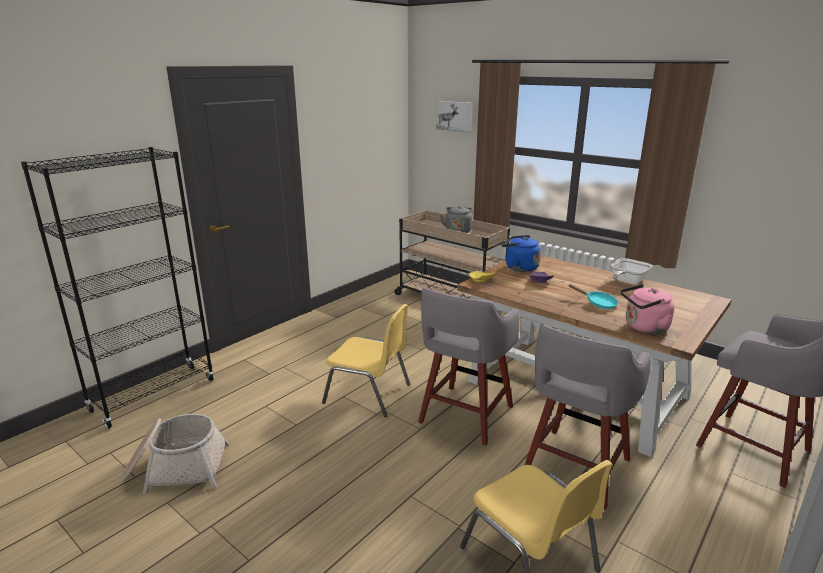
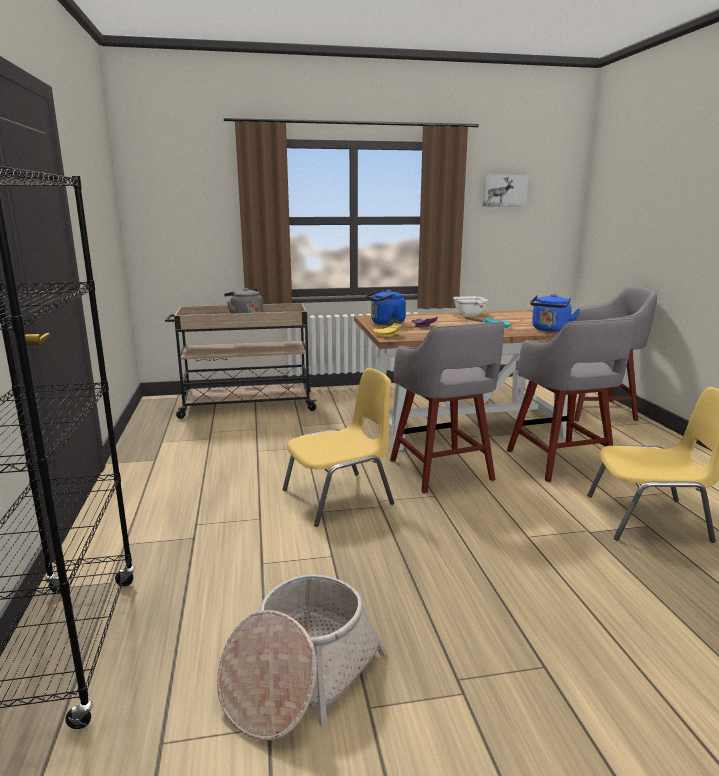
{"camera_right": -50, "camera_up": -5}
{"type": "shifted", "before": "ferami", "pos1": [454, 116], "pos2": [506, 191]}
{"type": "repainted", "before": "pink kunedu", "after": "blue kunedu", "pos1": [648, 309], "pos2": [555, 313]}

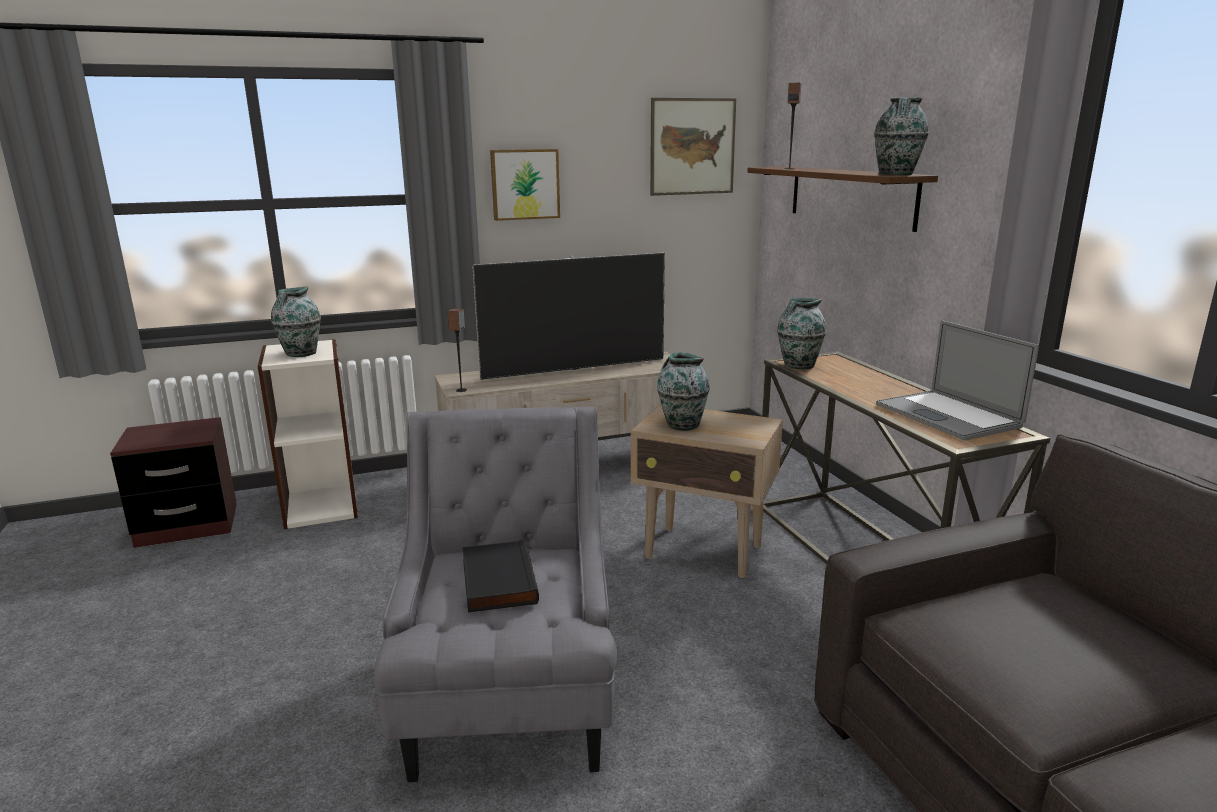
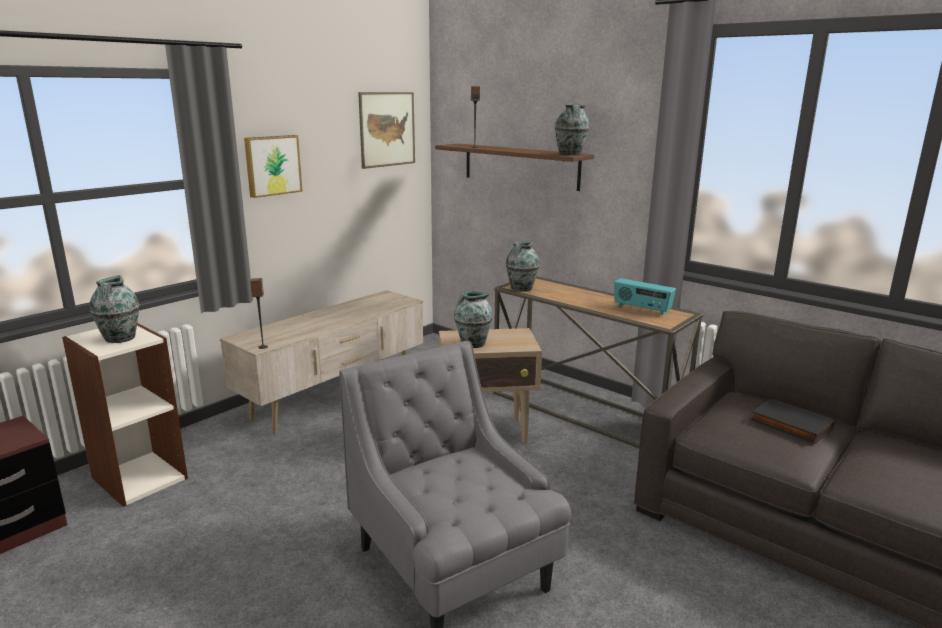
{"camera_right": -30, "camera_up": 0}
{"type": "swapped", "before": "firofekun", "after": "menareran", "pos1": [957, 380], "pos2": [645, 296]}
{"type": "shifted", "before": "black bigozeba", "pos1": [500, 576], "pos2": [793, 421]}
{"type": "gone", "before": "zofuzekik", "pos1": [568, 316]}

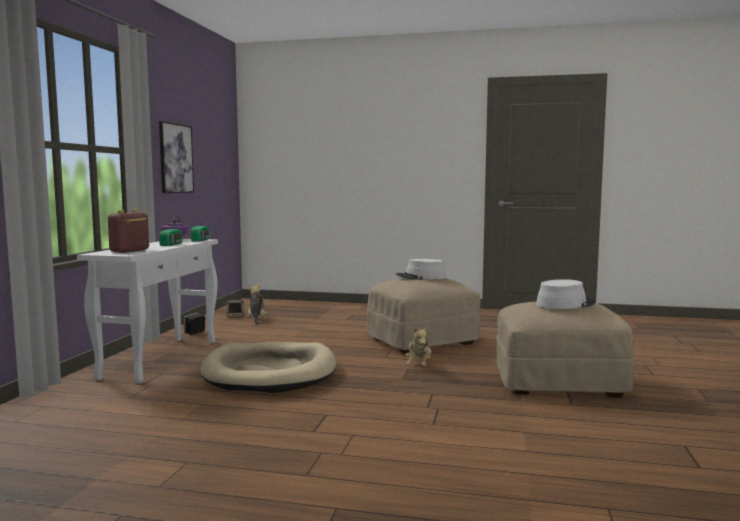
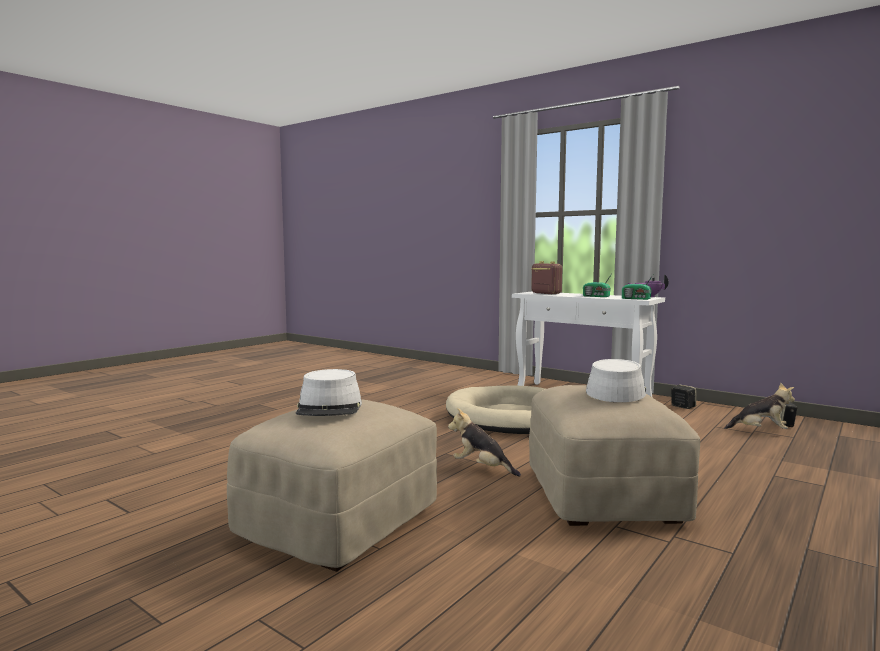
{"camera_right": 115, "camera_up": 0}
{"type": "gone", "before": "ferami", "pos1": [176, 157]}

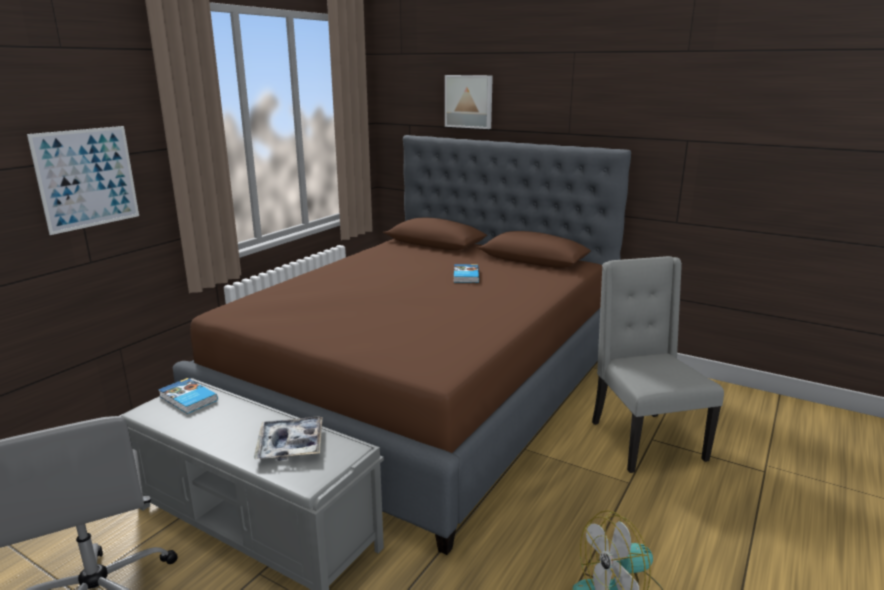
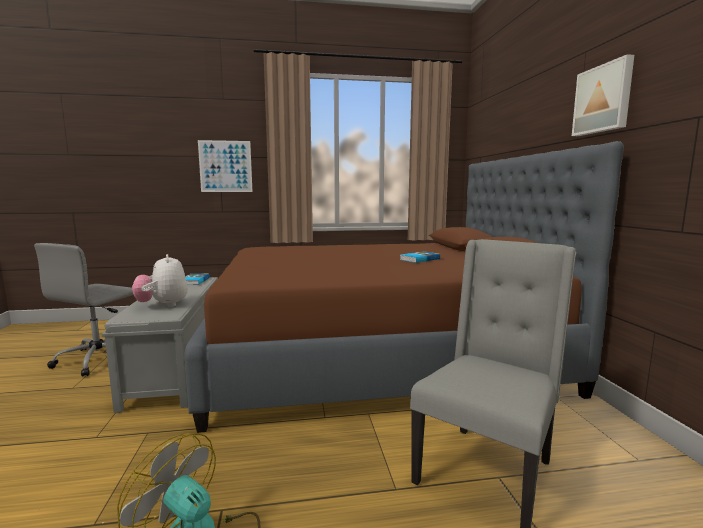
{"camera_right": 50, "camera_up": -10}
{"type": "swapped", "before": "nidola", "after": "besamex", "pos1": [288, 439], "pos2": [160, 280]}
{"type": "shifted", "before": "ferami", "pos1": [469, 102], "pos2": [603, 95]}

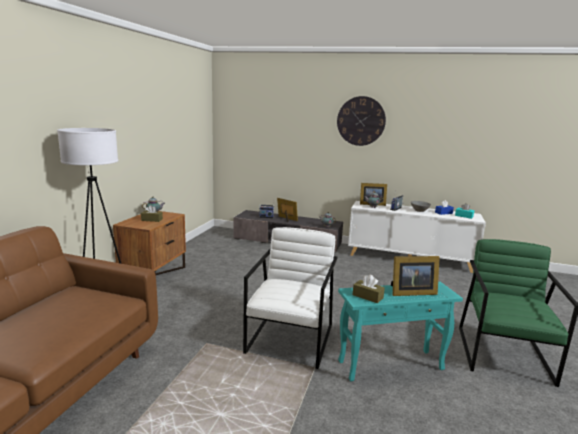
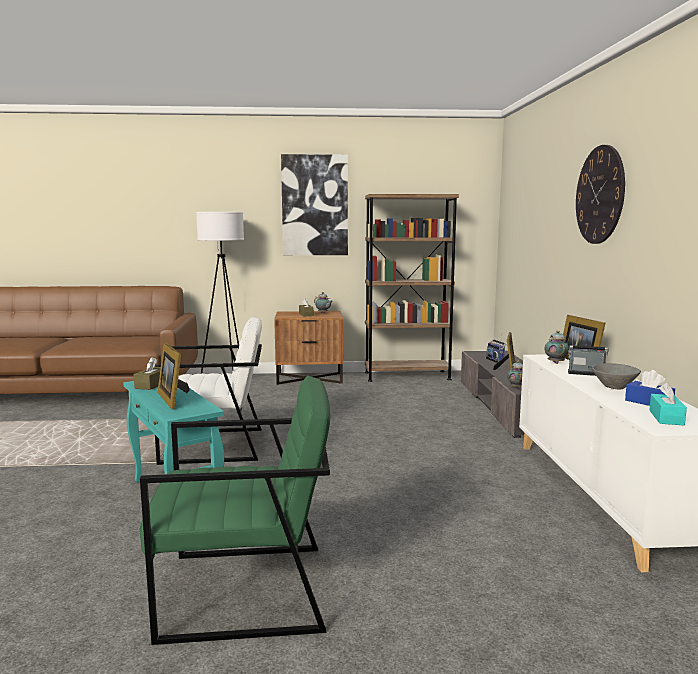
{"camera_right": 70, "camera_up": -5}
{"type": "new", "after": "ferami", "pos2": [314, 204]}
{"type": "new", "after": "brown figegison", "pos2": [412, 288]}

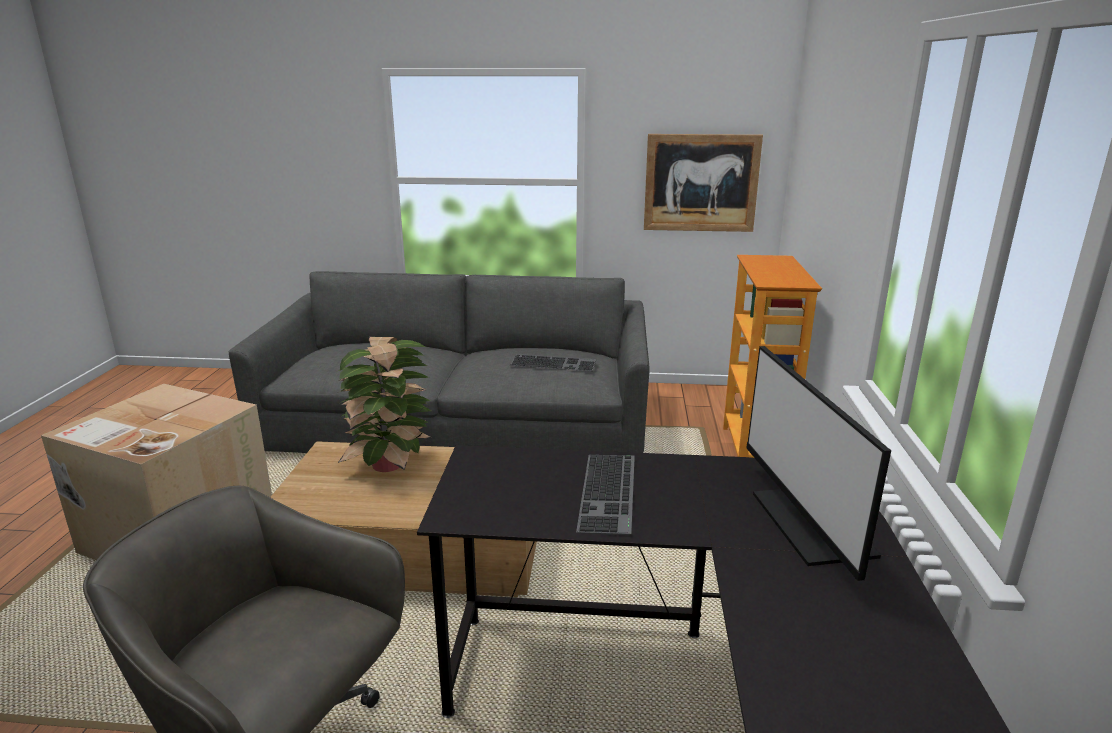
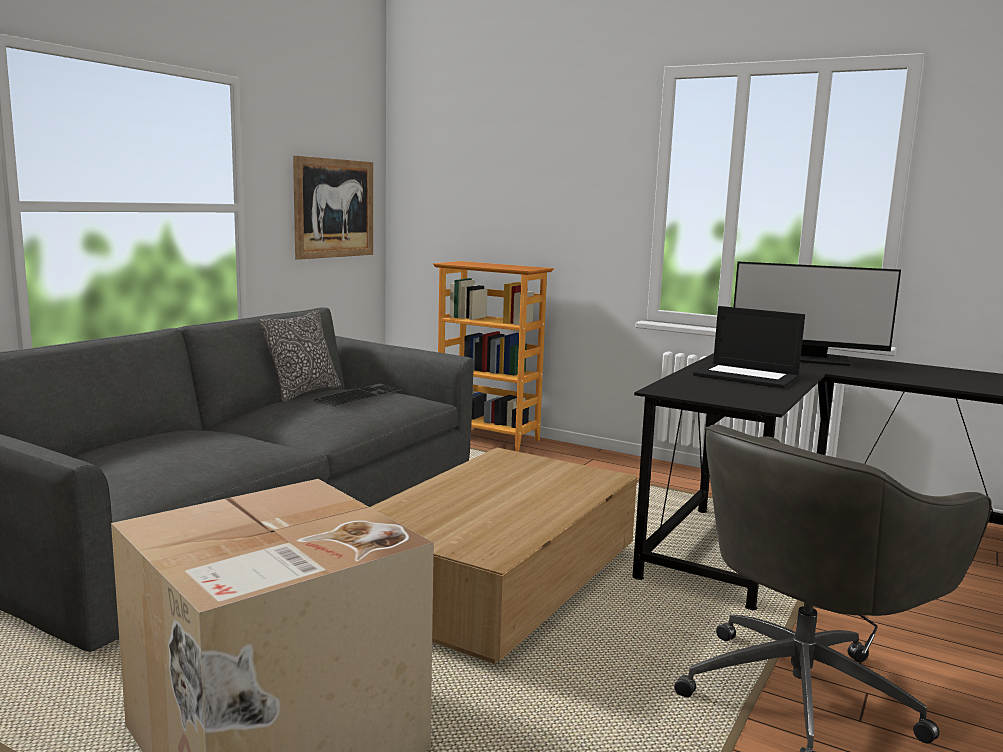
{"camera_right": -65, "camera_up": -10}
{"type": "new", "after": "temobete", "pos2": [300, 356]}
{"type": "swapped", "before": "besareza", "after": "firofekun", "pos1": [605, 495], "pos2": [749, 347]}
{"type": "gone", "before": "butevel", "pos1": [385, 404]}

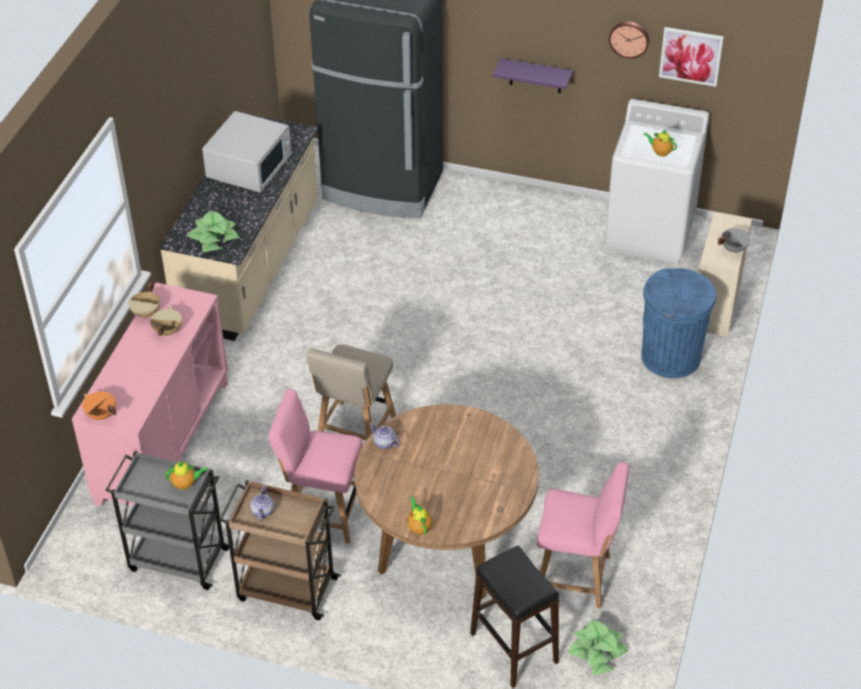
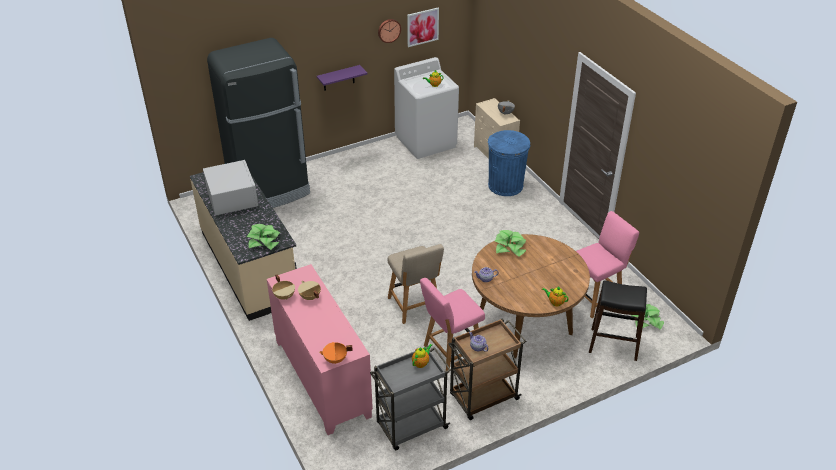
{"camera_right": -45, "camera_up": -5}
{"type": "new", "after": "butevel", "pos2": [510, 243]}

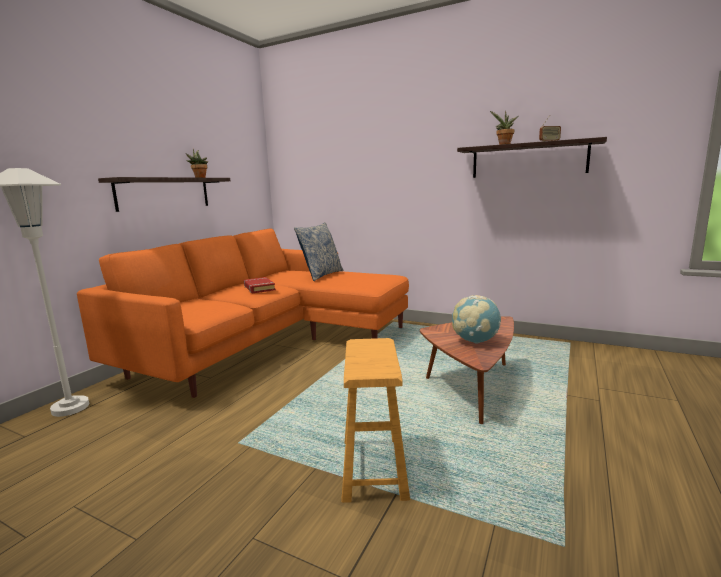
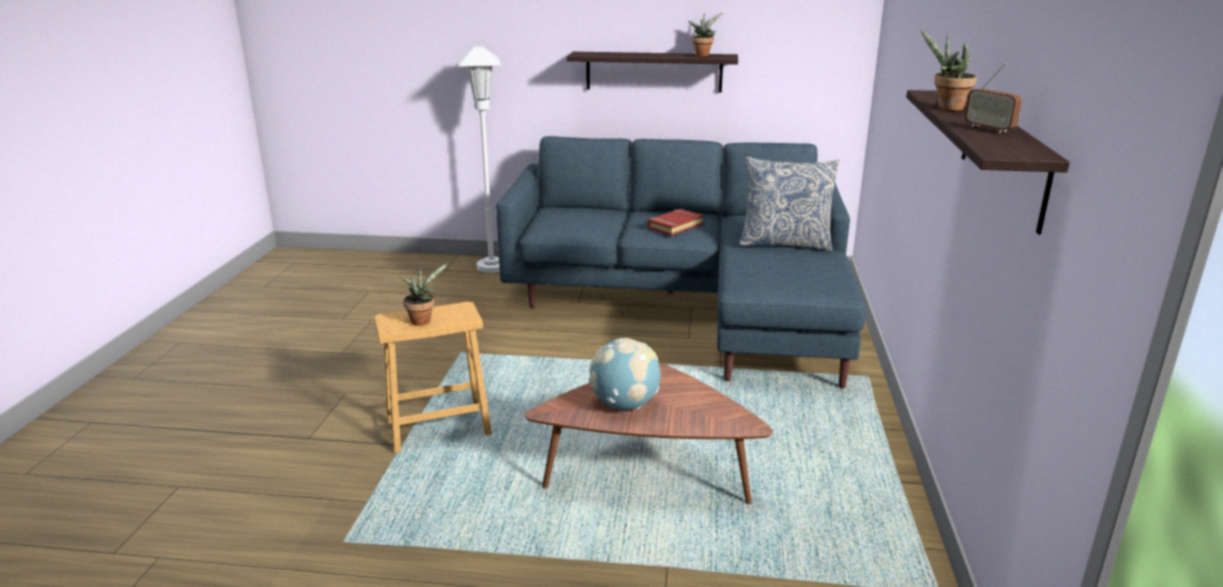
{"camera_right": 70, "camera_up": 10}
{"type": "new", "after": "butevel", "pos2": [424, 294]}
{"type": "repainted", "before": "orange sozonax", "after": "blue sozonax", "pos1": [243, 313], "pos2": [681, 262]}

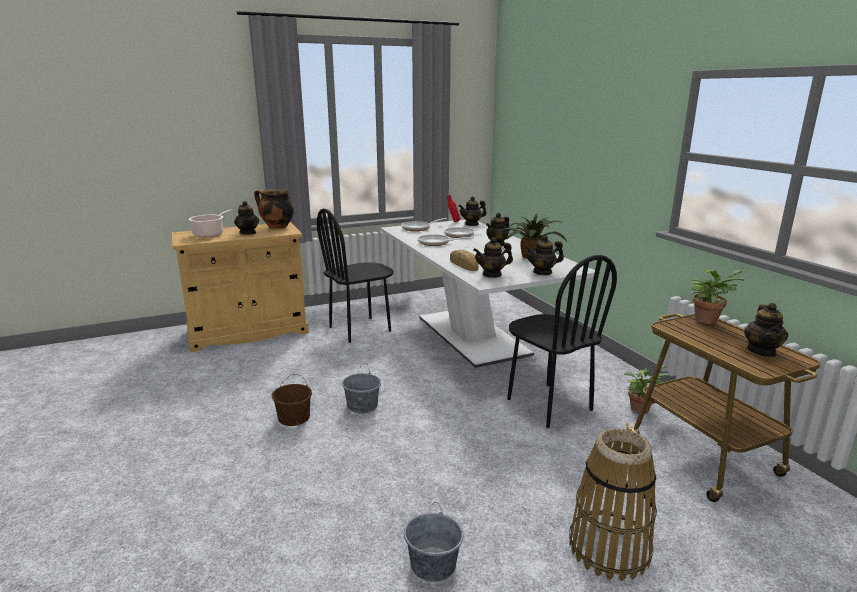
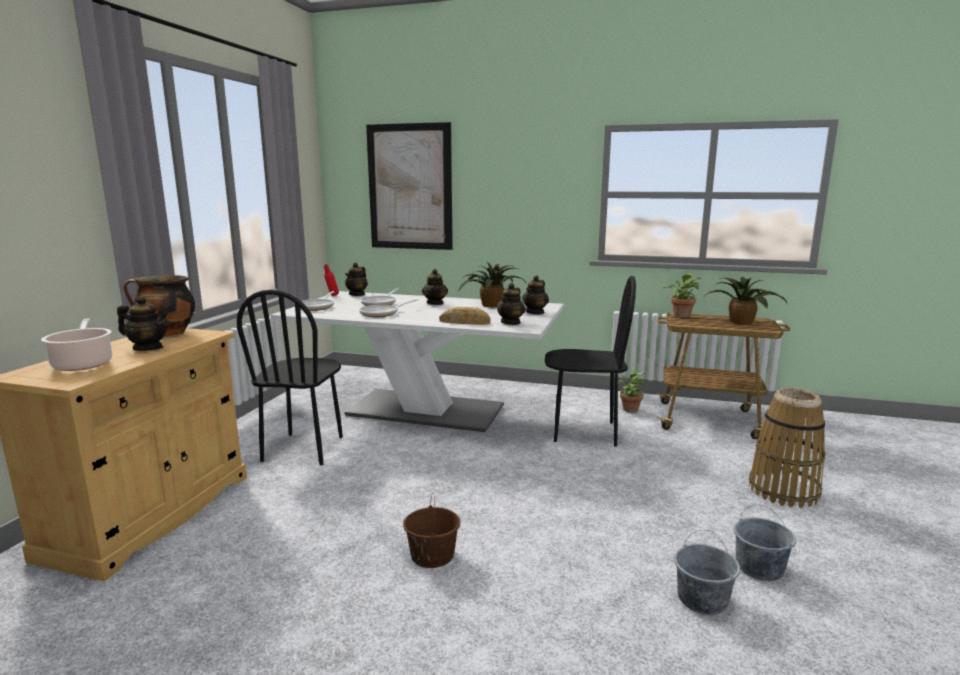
{"camera_right": -50, "camera_up": -5}
{"type": "new", "after": "ferami", "pos2": [409, 186]}
{"type": "shifted", "before": "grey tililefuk", "pos1": [361, 389], "pos2": [707, 572]}
{"type": "swapped", "before": "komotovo", "after": "butevel", "pos1": [766, 330], "pos2": [746, 301]}

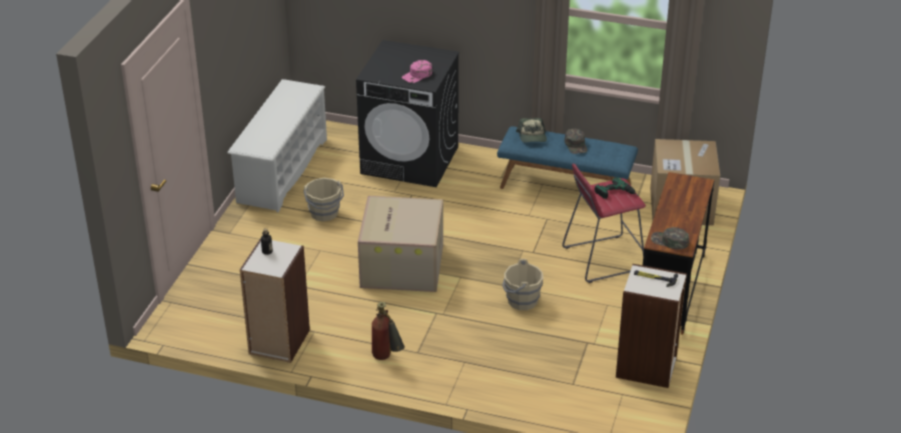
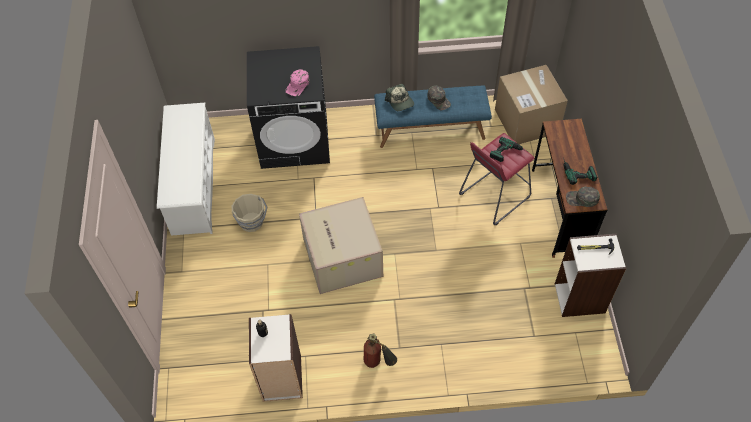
{"camera_right": -20, "camera_up": 20}
{"type": "new", "after": "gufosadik", "pos2": [580, 171]}
{"type": "gone", "before": "beige tililefuk", "pos1": [522, 284]}

